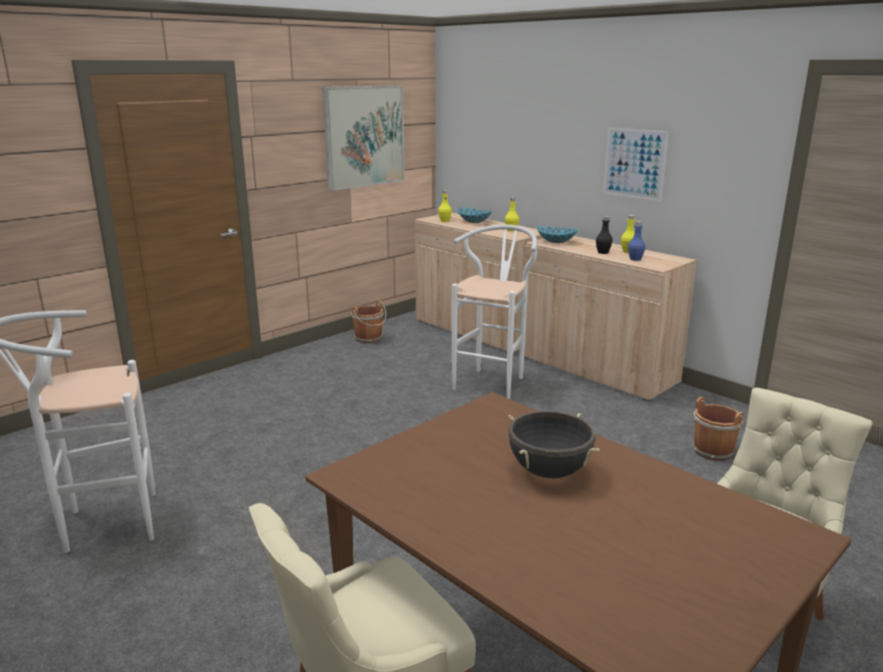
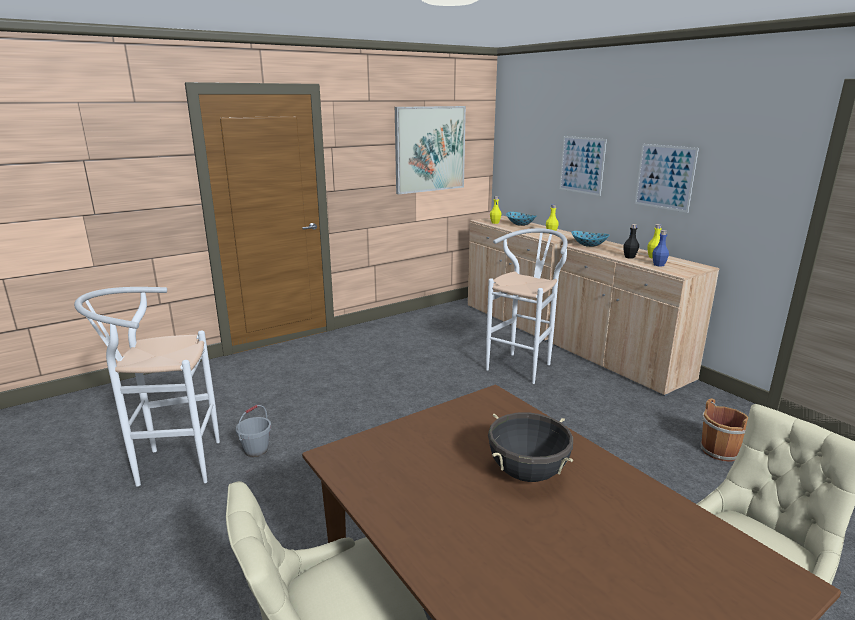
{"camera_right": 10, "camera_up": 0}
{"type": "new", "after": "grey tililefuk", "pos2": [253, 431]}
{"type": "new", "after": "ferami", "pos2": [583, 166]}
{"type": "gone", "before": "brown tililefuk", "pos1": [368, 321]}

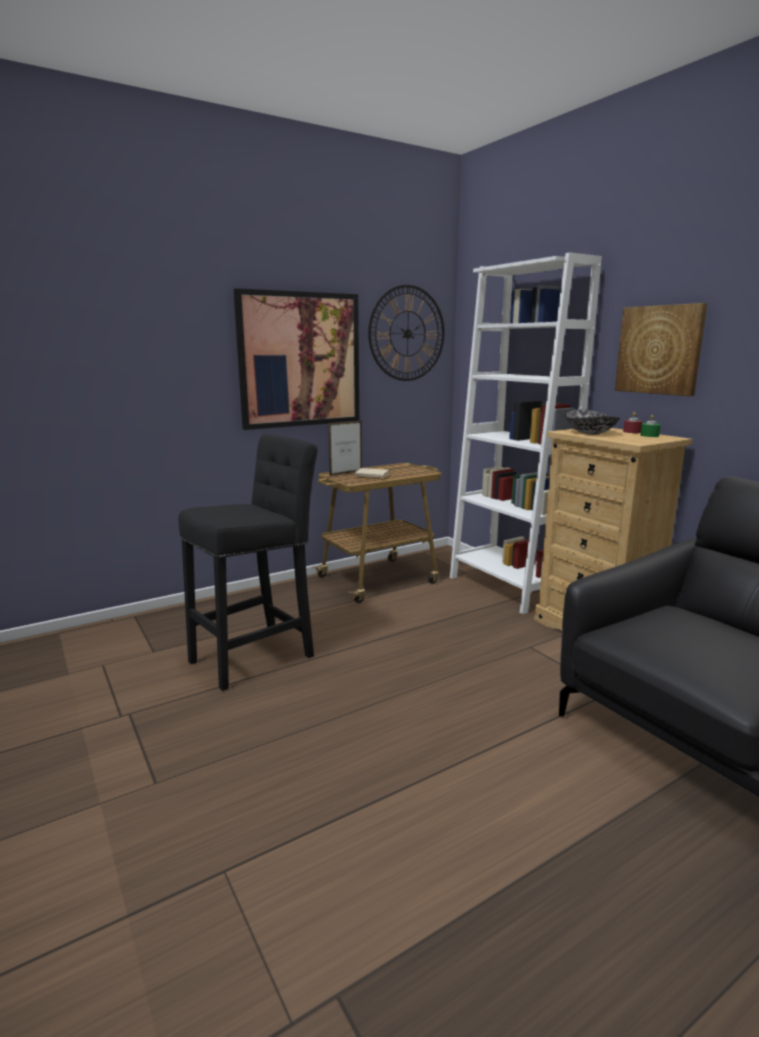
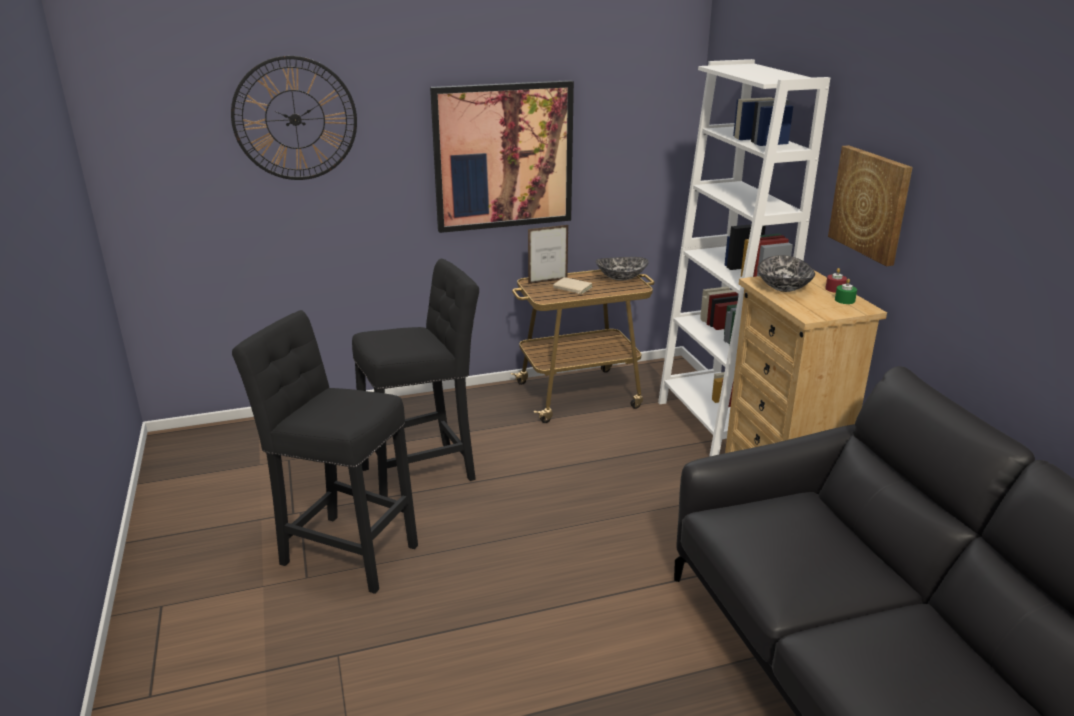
{"camera_right": 15, "camera_up": 10}
{"type": "shifted", "before": "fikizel", "pos1": [406, 333], "pos2": [294, 118]}
{"type": "new", "after": "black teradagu", "pos2": [325, 452]}
{"type": "new", "after": "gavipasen", "pos2": [622, 268]}

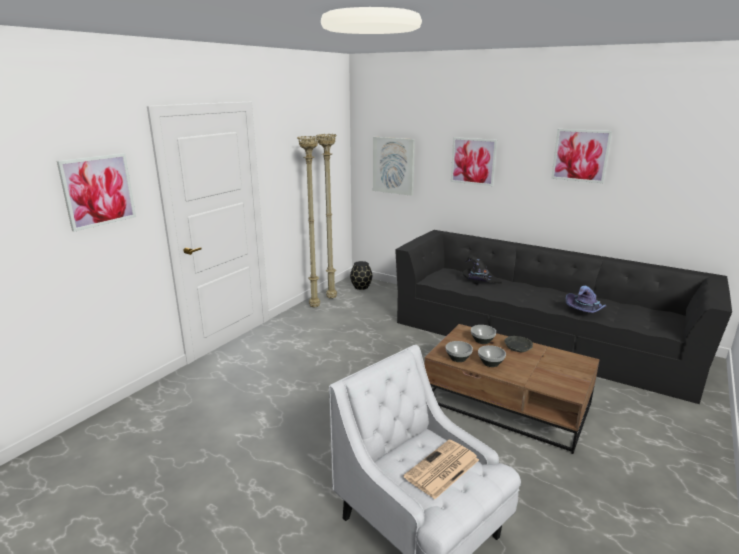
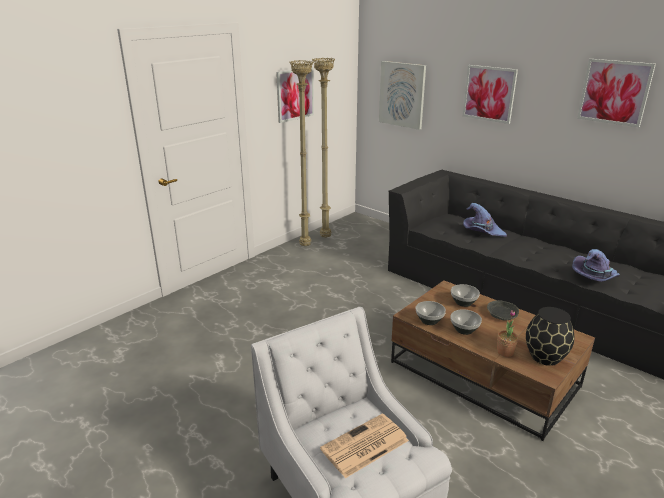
{"camera_right": 10, "camera_up": 5}
{"type": "shifted", "before": "ferami", "pos1": [96, 192], "pos2": [295, 95]}
{"type": "repainted", "before": "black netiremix", "after": "purple netiremix", "pos1": [482, 270], "pos2": [485, 220]}
{"type": "new", "after": "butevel", "pos2": [507, 333]}
{"type": "shifted", "before": "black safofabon", "pos1": [361, 275], "pos2": [550, 336]}

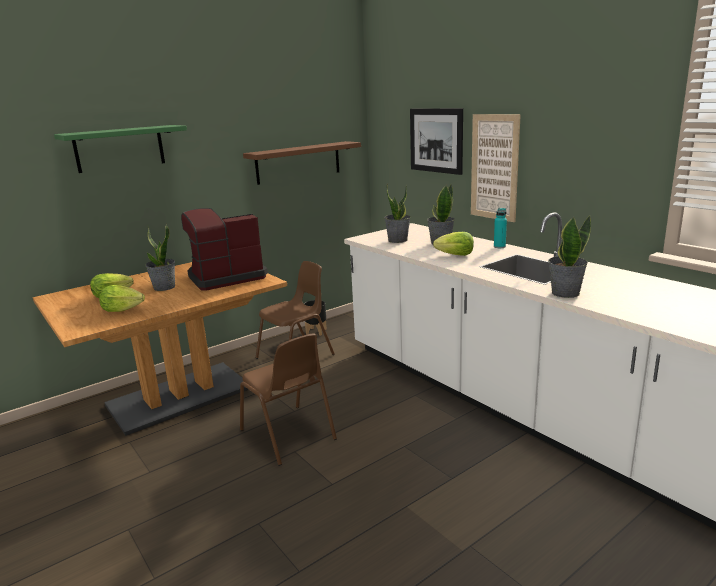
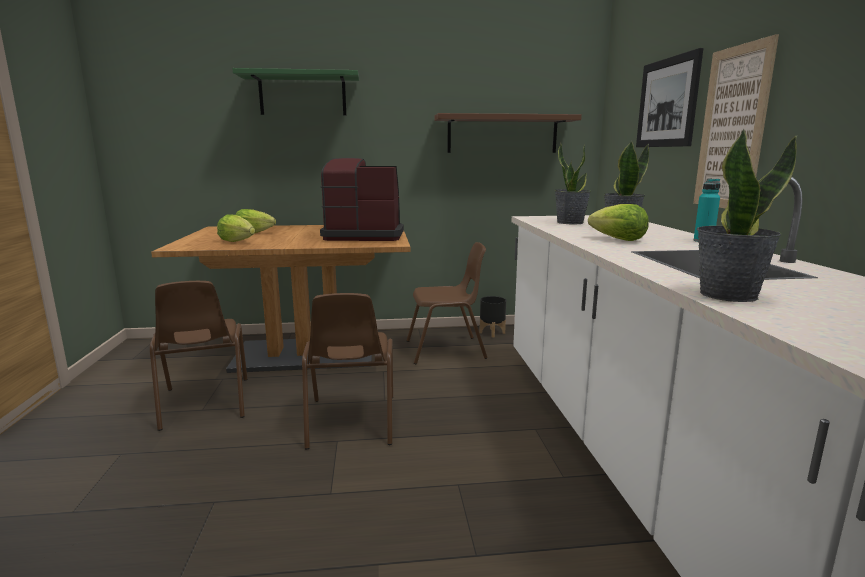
{"camera_right": 30, "camera_up": -5}
{"type": "new", "after": "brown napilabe", "pos2": [198, 356]}
{"type": "gone", "before": "butevel", "pos1": [160, 257]}

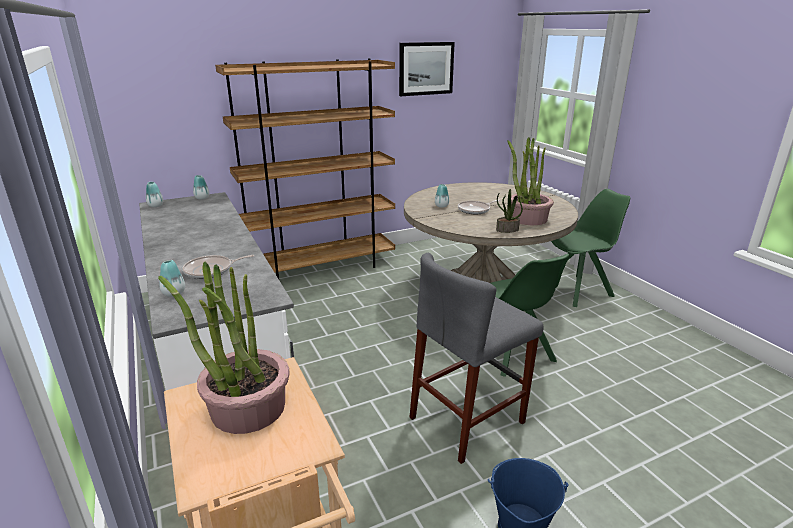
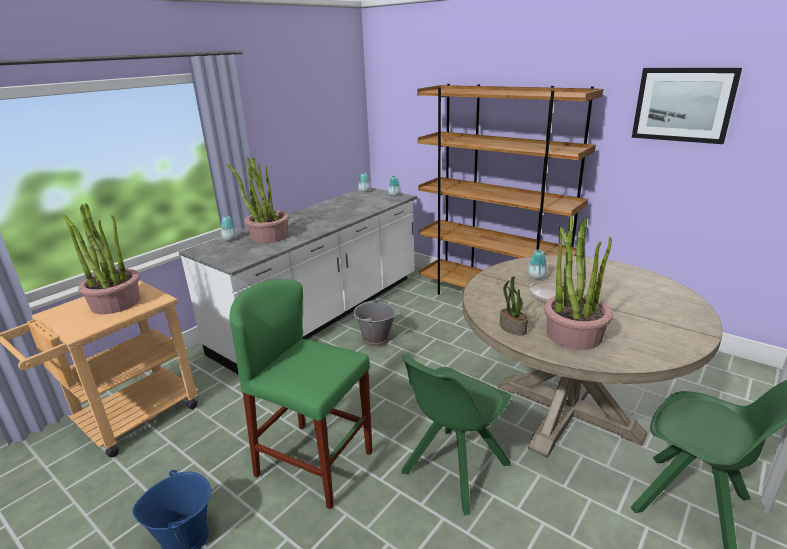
{"camera_right": 65, "camera_up": 0}
{"type": "swapped", "before": "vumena", "after": "butevel", "pos1": [218, 267], "pos2": [258, 200]}
{"type": "repainted", "before": "grey teradagu", "after": "green teradagu", "pos1": [476, 358], "pos2": [301, 394]}
{"type": "new", "after": "grey tililefuk", "pos2": [374, 323]}

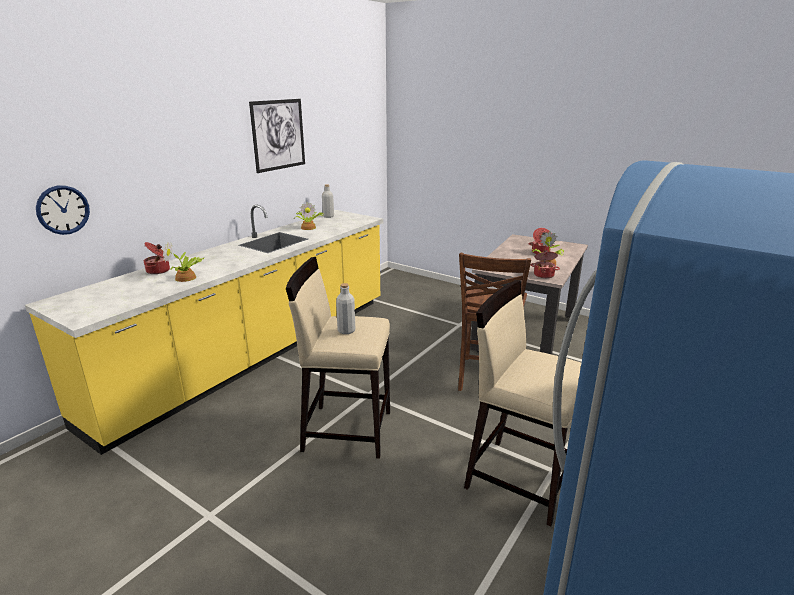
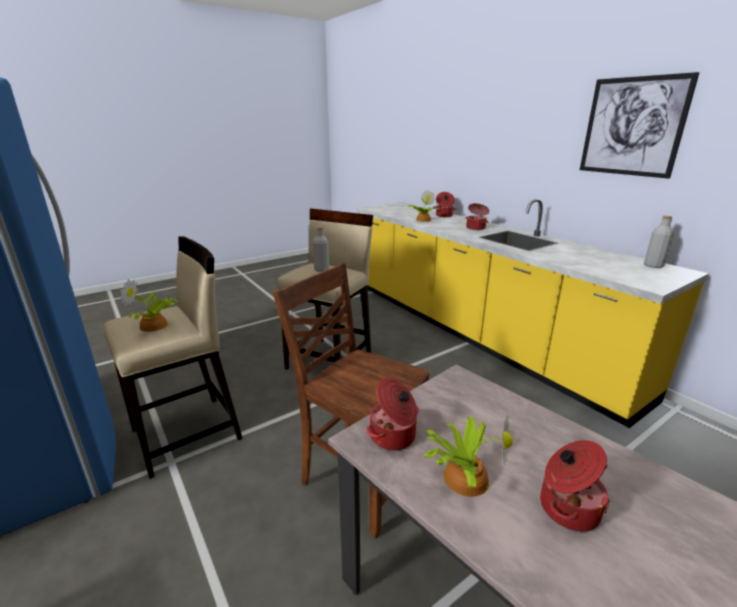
{"camera_right": 110, "camera_up": 0}
{"type": "shifted", "before": "butevel", "pos1": [308, 216], "pos2": [149, 305]}
{"type": "new", "after": "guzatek", "pos2": [477, 216]}
{"type": "gone", "before": "fikizel", "pos1": [63, 210]}

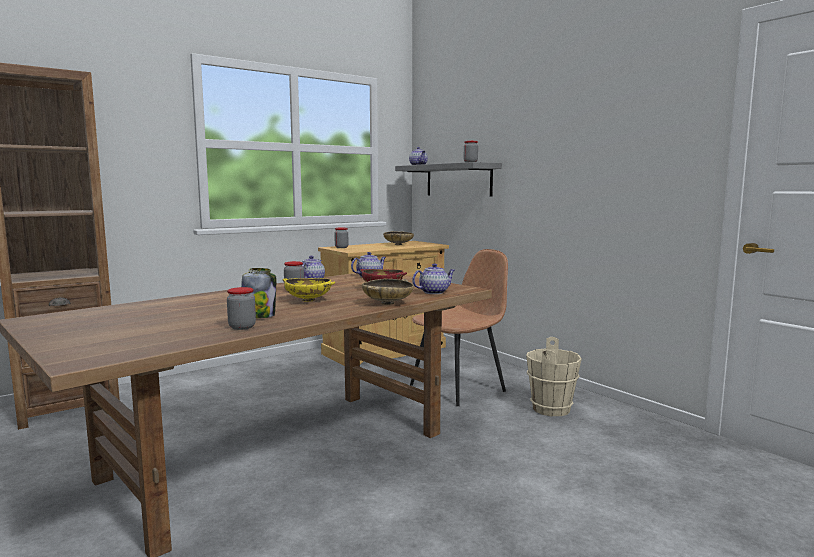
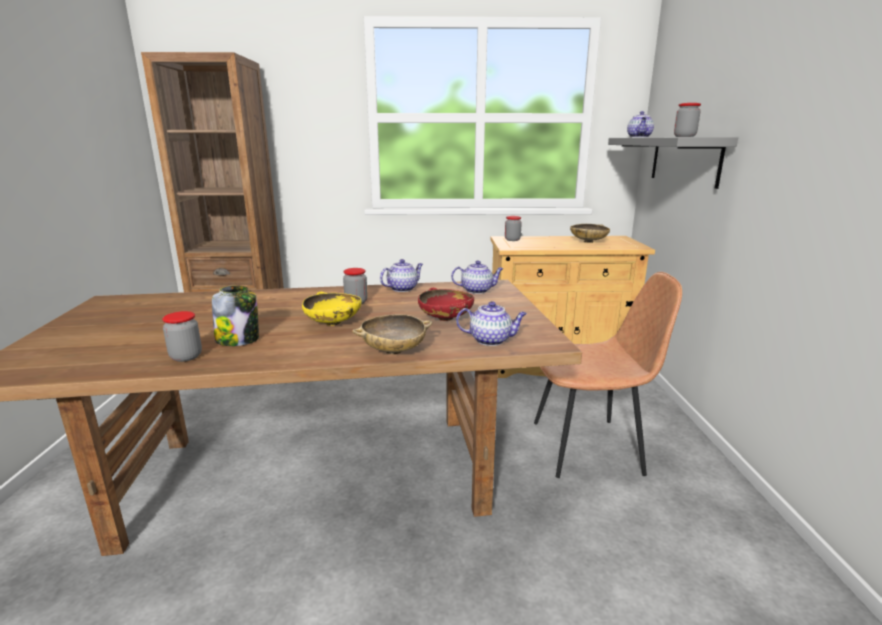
{"camera_right": 35, "camera_up": 10}
{"type": "gone", "before": "beige tililefuk", "pos1": [554, 377]}

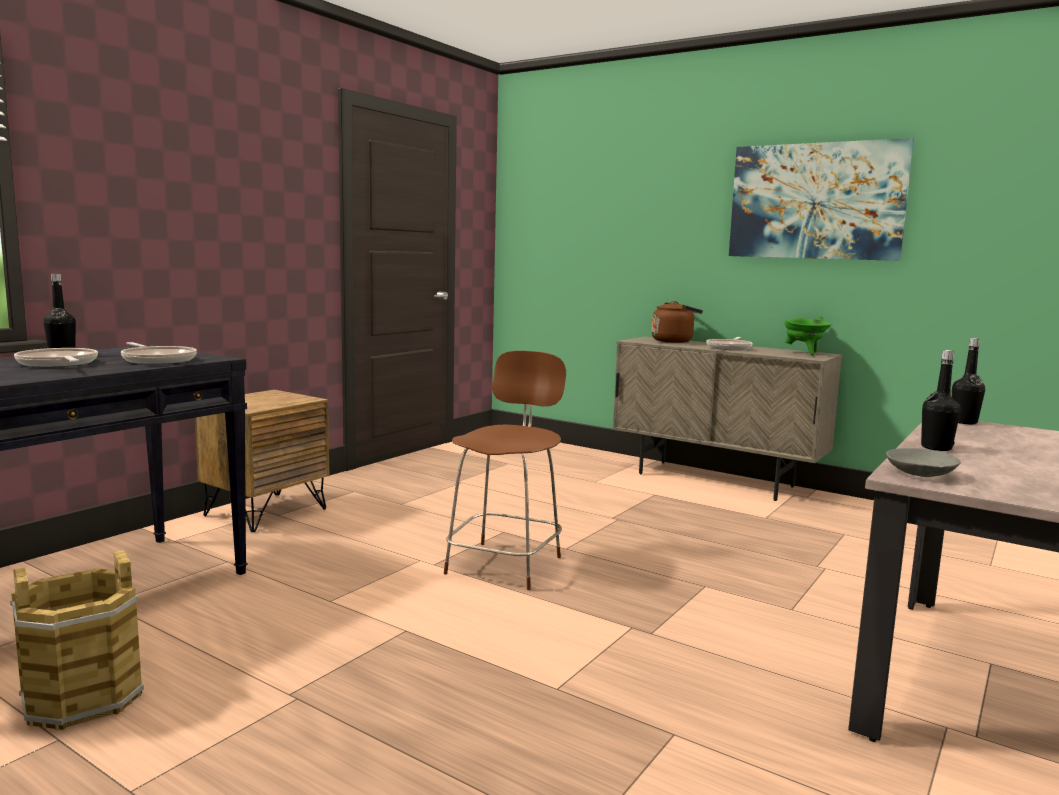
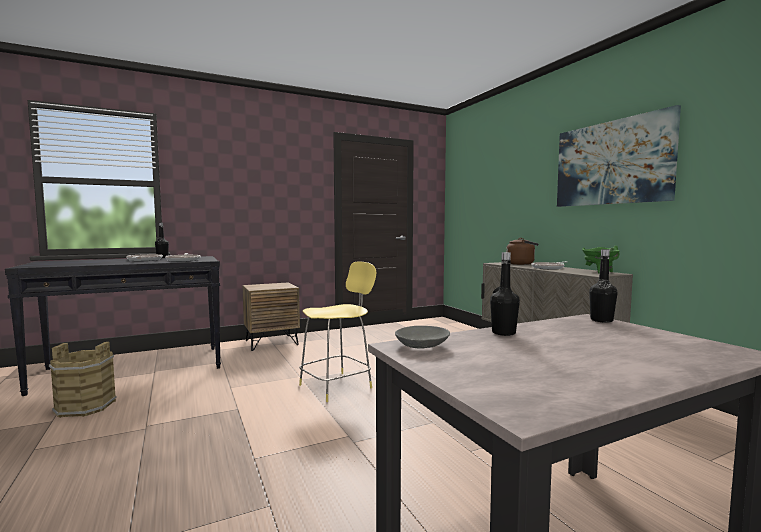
{"camera_right": 30, "camera_up": -5}
{"type": "repainted", "before": "brown teradagu", "after": "yellow teradagu", "pos1": [505, 470], "pos2": [337, 332]}

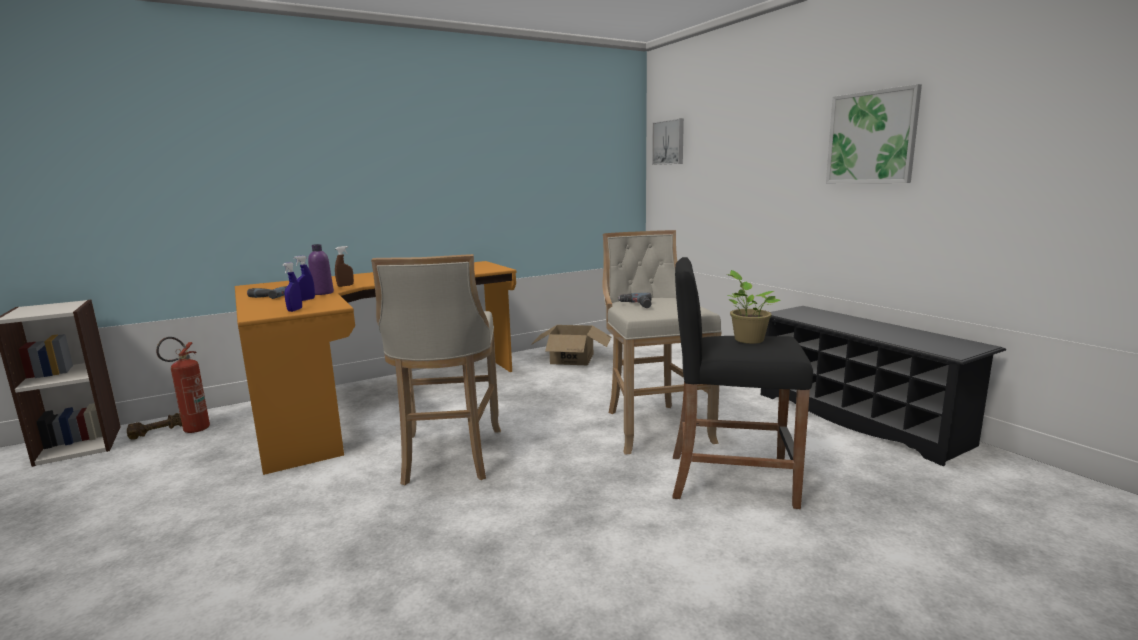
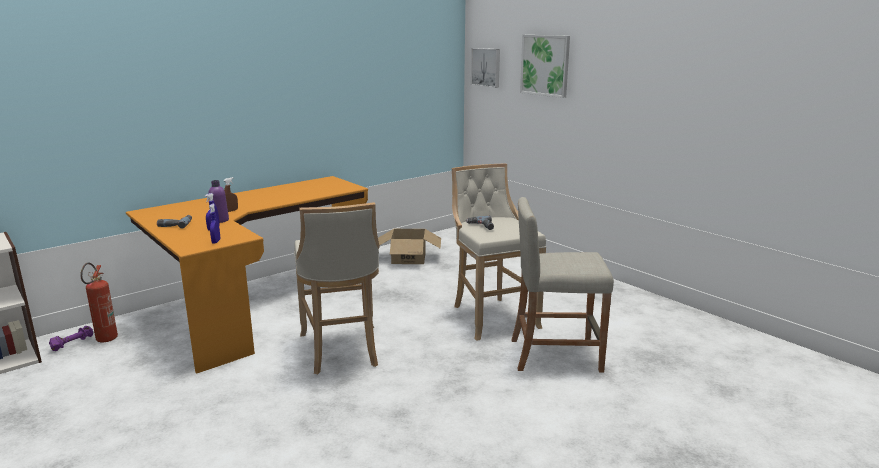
{"camera_right": -10, "camera_up": 5}
{"type": "repainted", "before": "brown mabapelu", "after": "purple mabapelu", "pos1": [154, 426], "pos2": [71, 338]}
{"type": "repainted", "before": "black teradagu", "after": "beige teradagu", "pos1": [743, 383], "pos2": [562, 284]}
{"type": "shifted", "before": "ferami", "pos1": [874, 133], "pos2": [545, 66]}
{"type": "gone", "before": "butevel", "pos1": [754, 307]}
{"type": "gone", "before": "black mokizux", "pos1": [883, 386]}

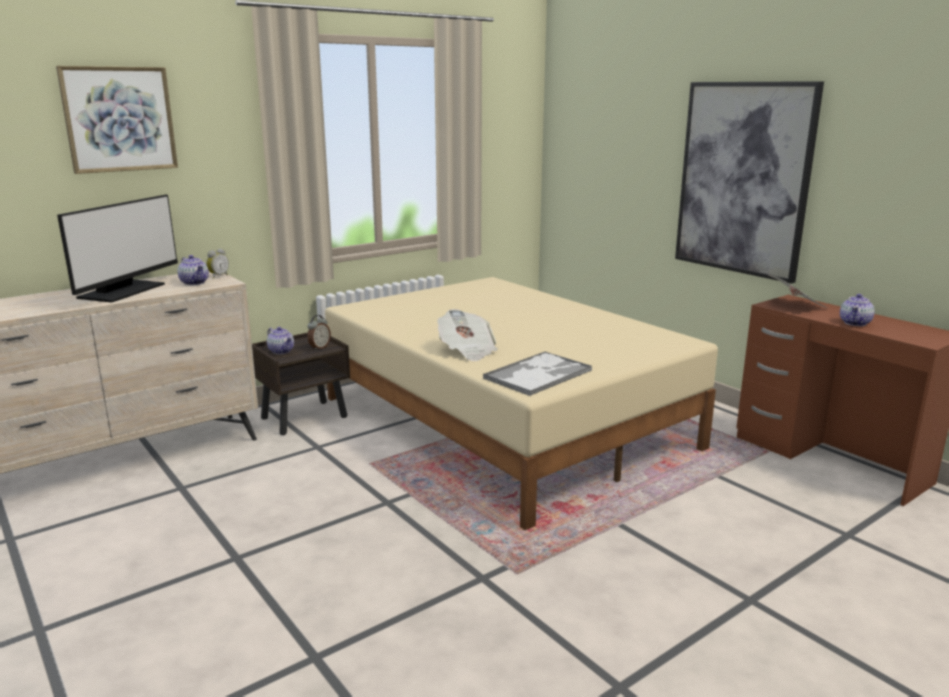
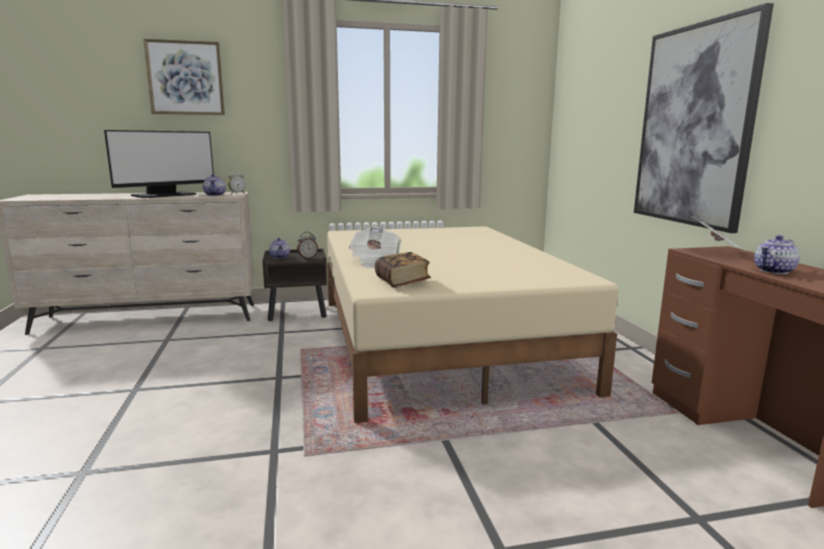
{"camera_right": 25, "camera_up": -5}
{"type": "swapped", "before": "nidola", "after": "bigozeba", "pos1": [538, 373], "pos2": [403, 270]}

